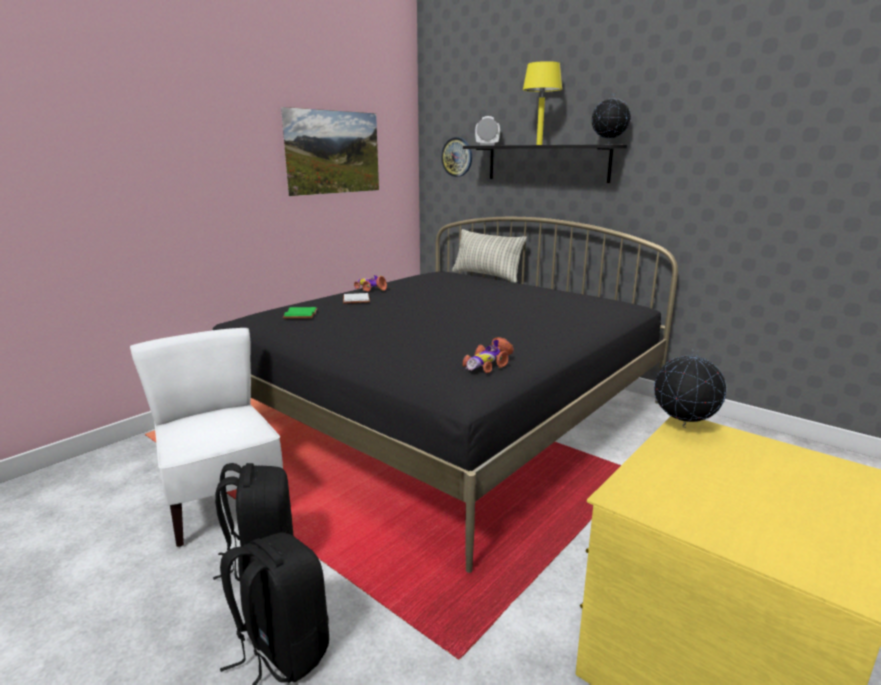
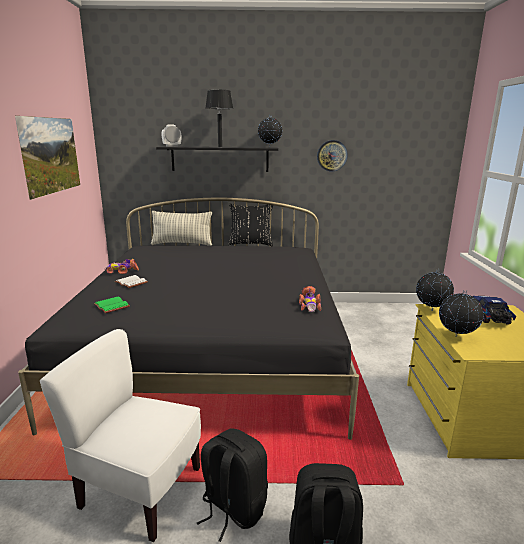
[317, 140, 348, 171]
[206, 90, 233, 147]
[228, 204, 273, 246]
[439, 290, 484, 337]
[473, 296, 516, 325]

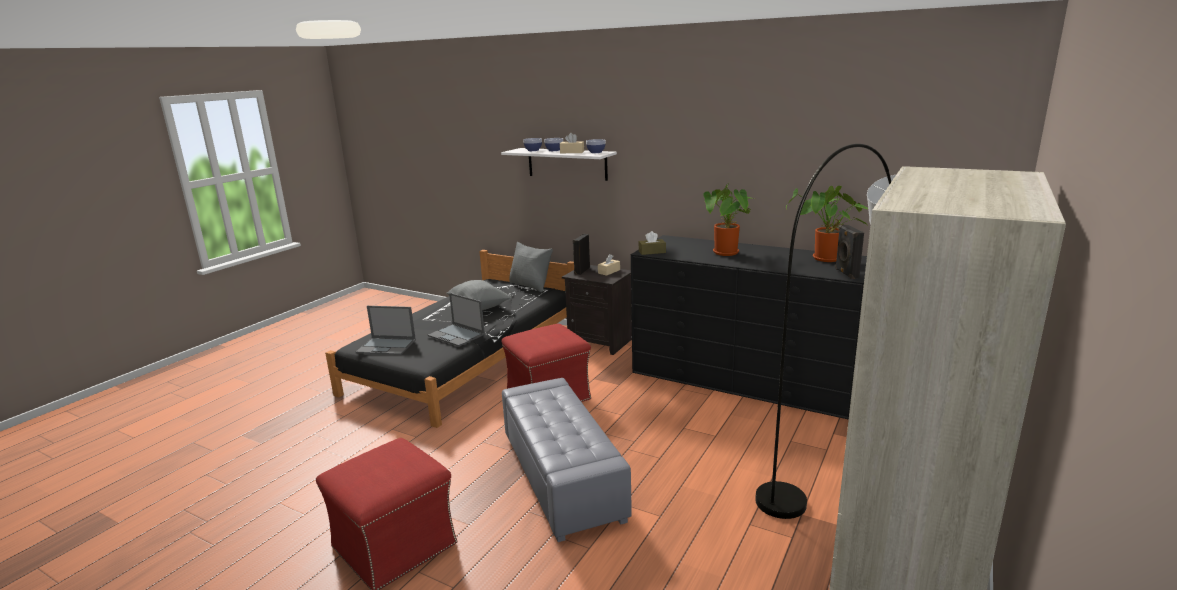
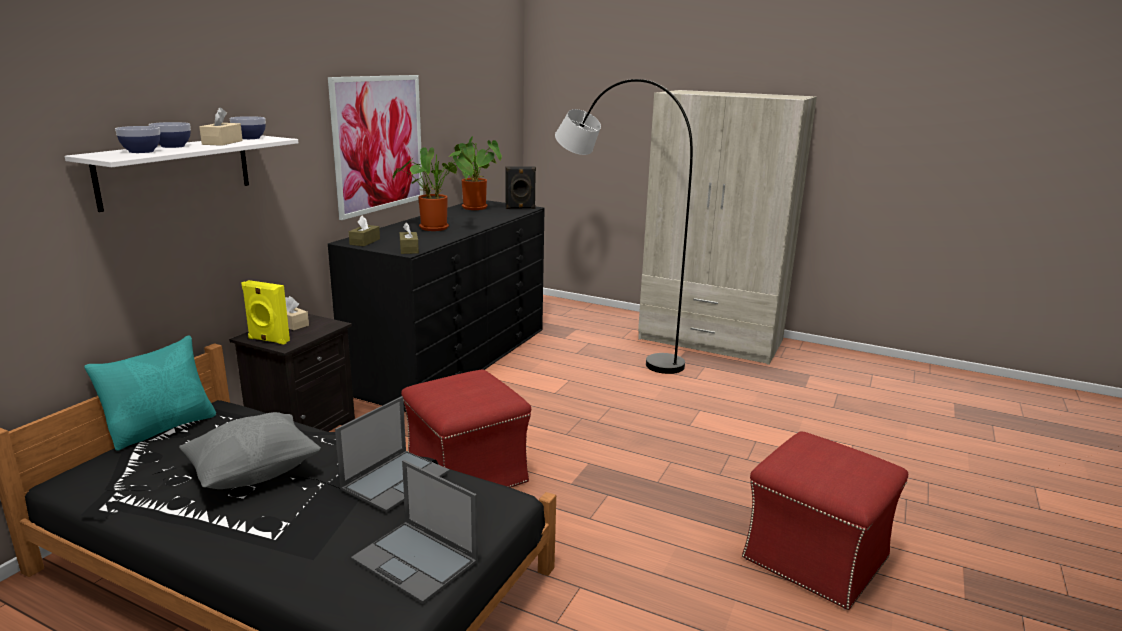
[351, 460, 478, 604]
[502, 378, 632, 542] (first image)
[84, 335, 216, 451]
[241, 280, 290, 345]
[328, 75, 423, 220]
[349, 215, 380, 246]

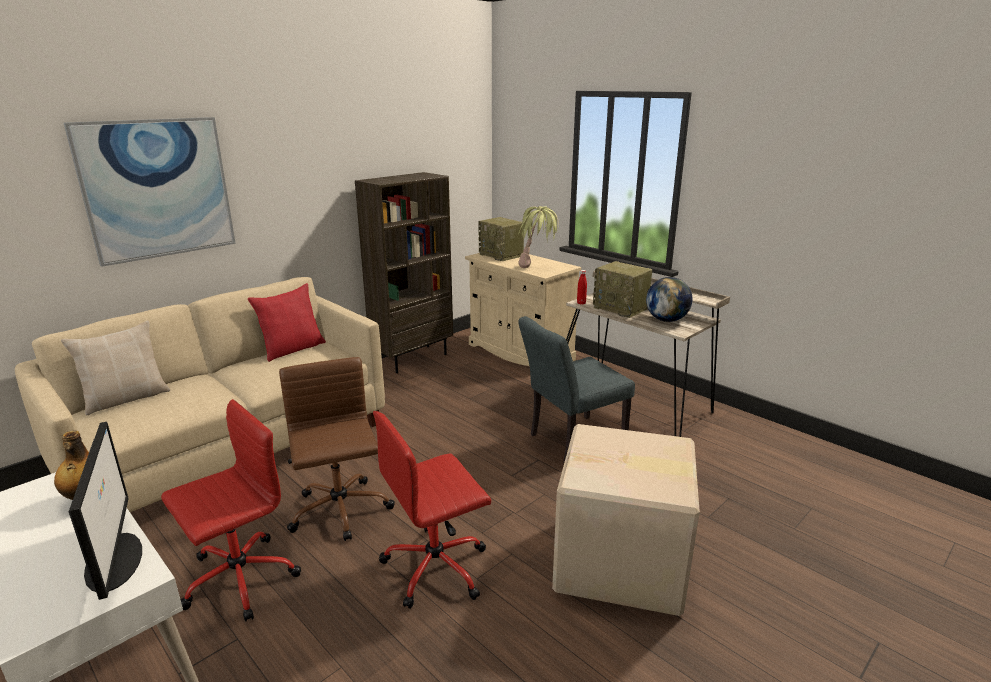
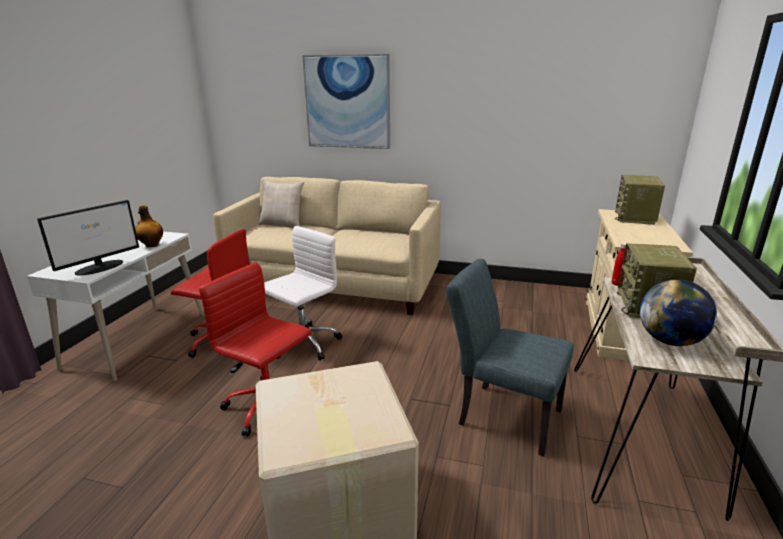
[248, 283, 326, 362] (first image)
[264, 226, 342, 360]
[355, 172, 453, 373] (first image)
[519, 206, 559, 268] (first image)

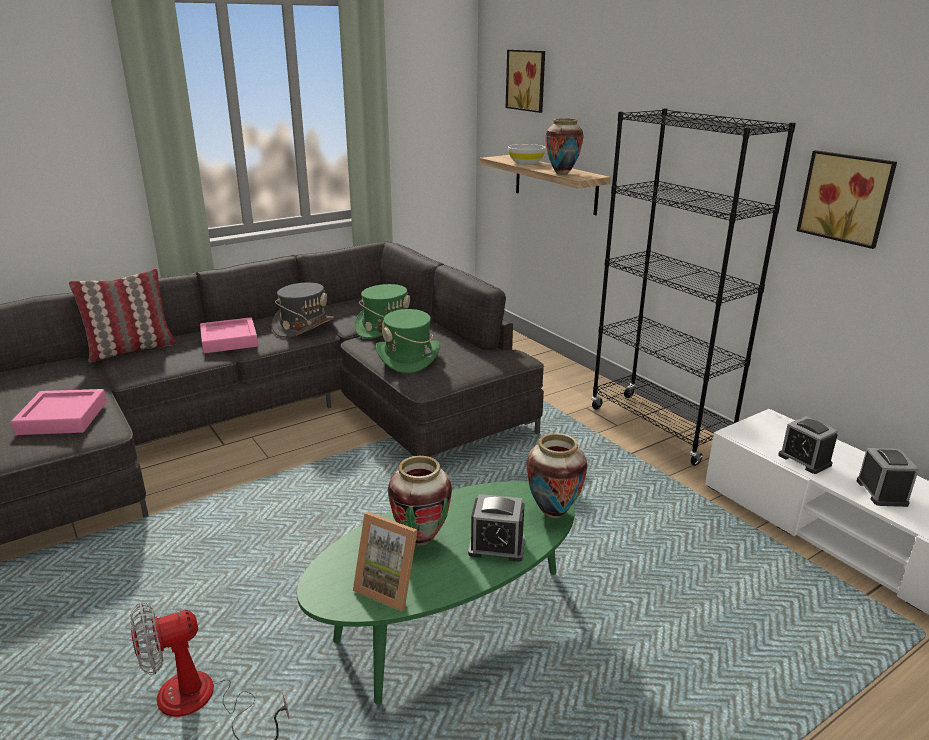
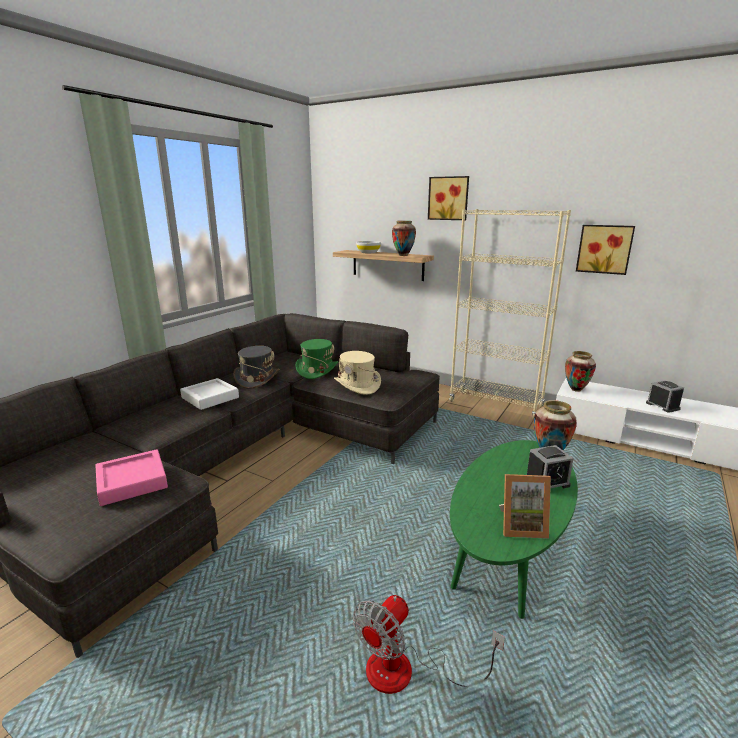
[69, 268, 176, 362] (first image)
[180, 378, 239, 410]
[334, 351, 381, 395]
[565, 351, 596, 392]
[428, 176, 469, 220]
[449, 209, 571, 420]
[778, 416, 838, 474] (first image)

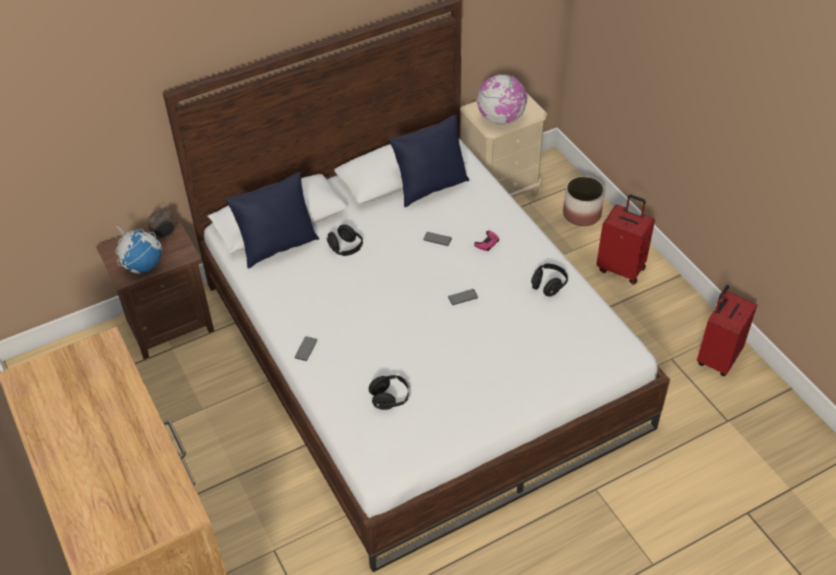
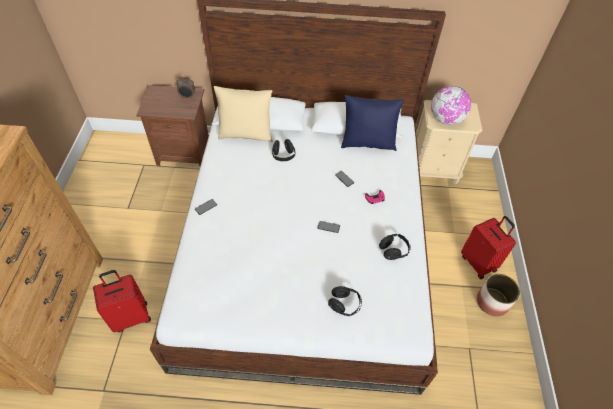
[116, 226, 162, 274] (first image)
[214, 86, 273, 142]
[328, 286, 362, 316]
[477, 274, 520, 317]
[93, 270, 151, 332]

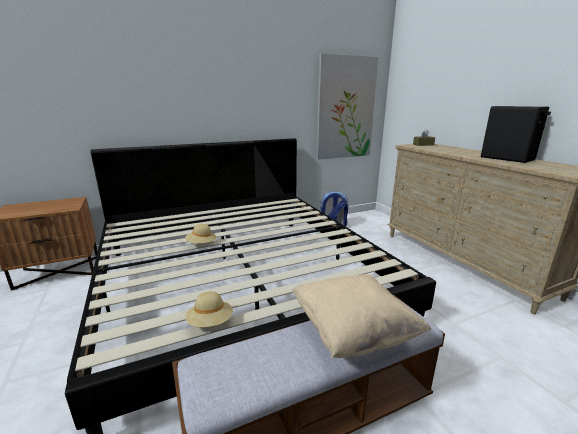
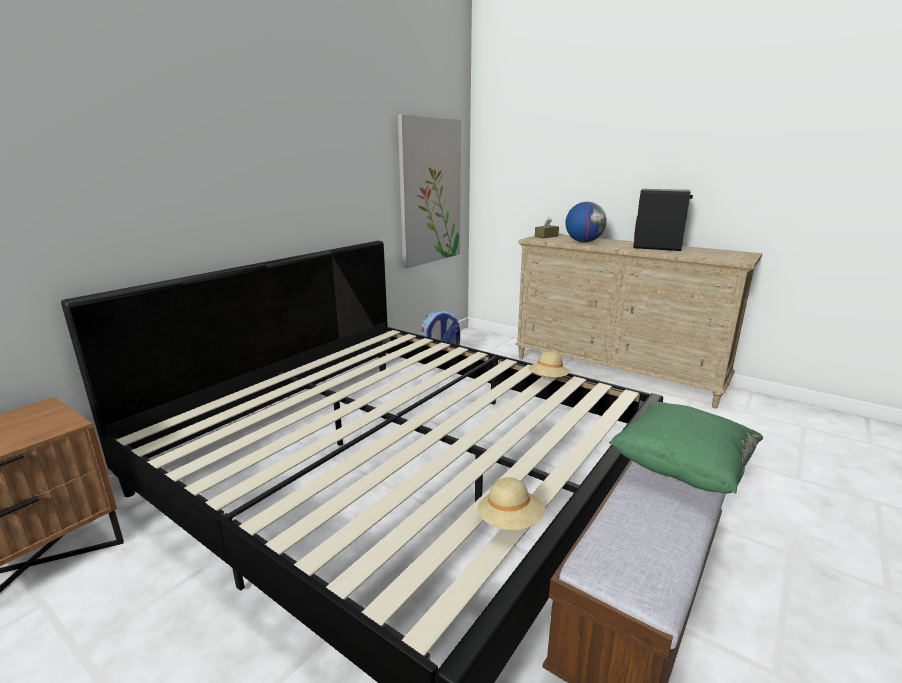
[529, 352, 569, 377]
[609, 402, 763, 494]
[565, 202, 607, 242]

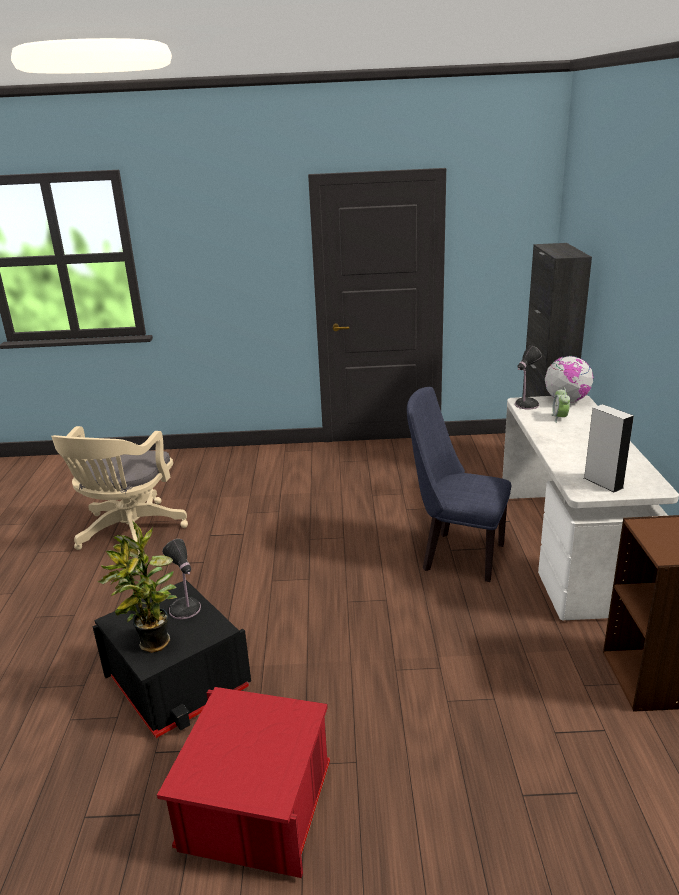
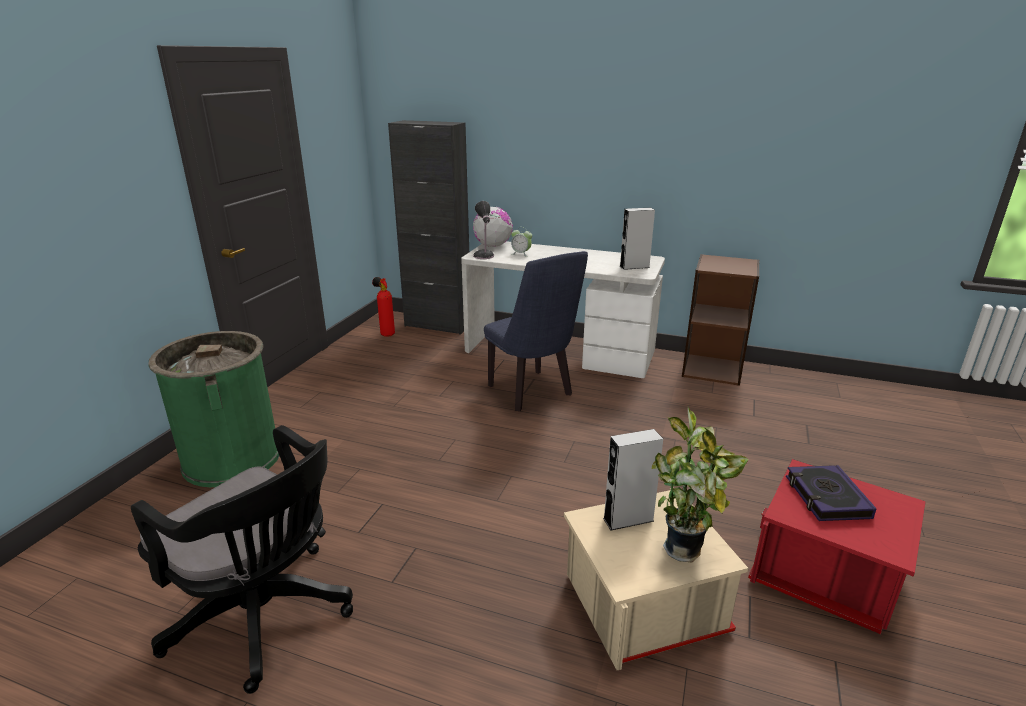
[131, 425, 353, 694]
[564, 487, 748, 670]
[603, 429, 663, 530]
[484, 251, 588, 411]
[148, 331, 279, 487]
[372, 277, 395, 337]
[786, 465, 877, 521]

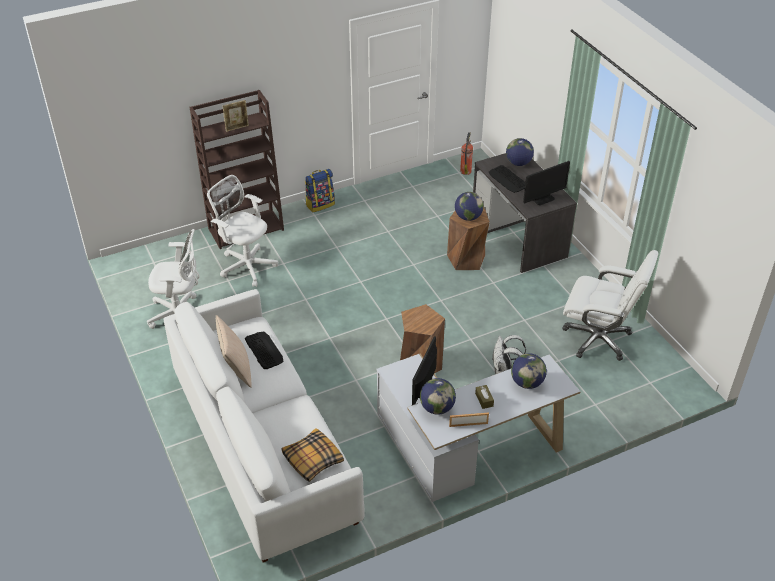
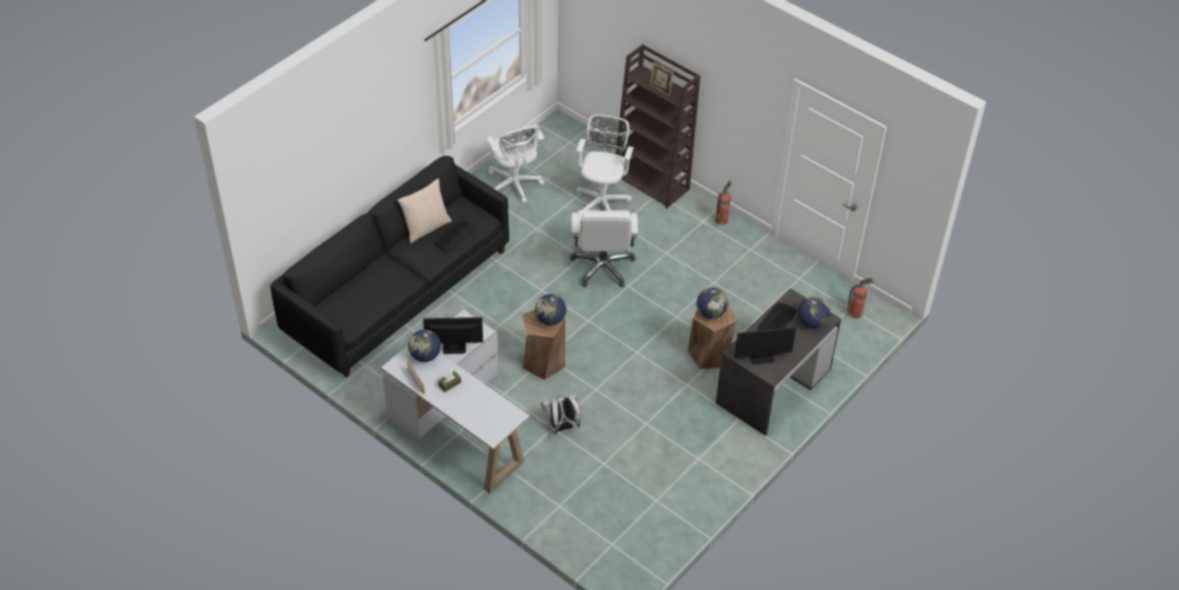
[270, 156, 509, 378]
[281, 428, 344, 482] (first image)
[715, 181, 732, 225]
[535, 294, 566, 325]
[734, 327, 796, 364]
[570, 210, 638, 287]

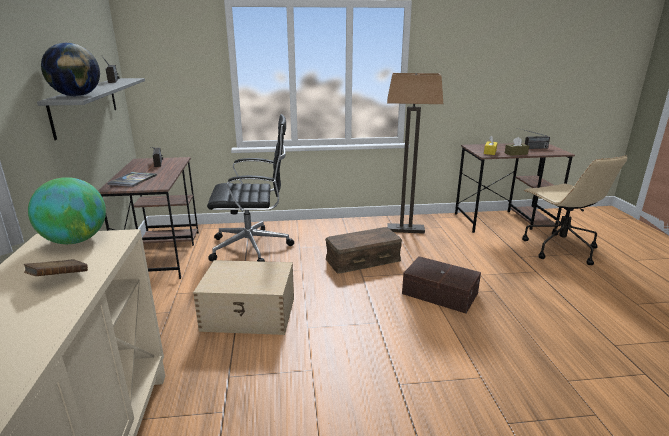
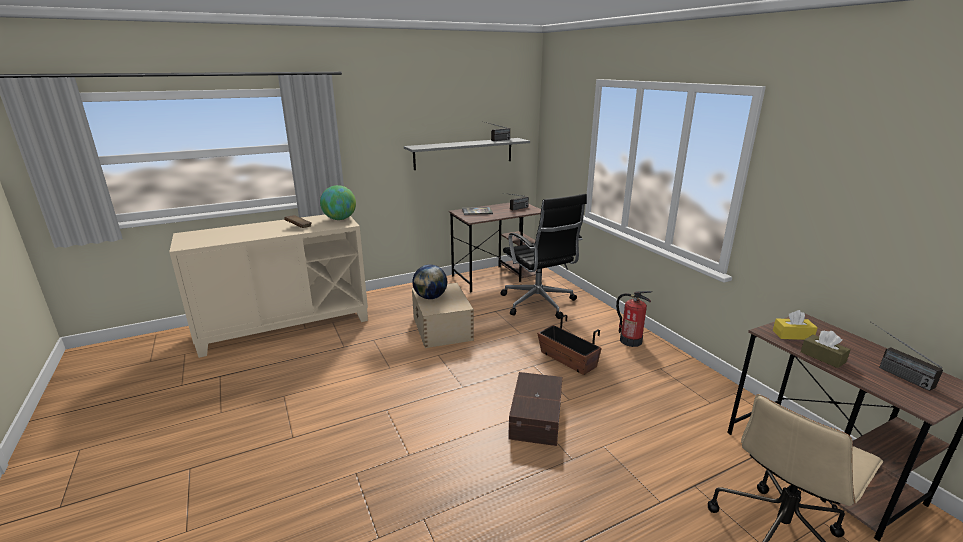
[412, 264, 447, 299]
[537, 315, 602, 375]
[387, 73, 443, 234] (first image)
[616, 291, 652, 347]

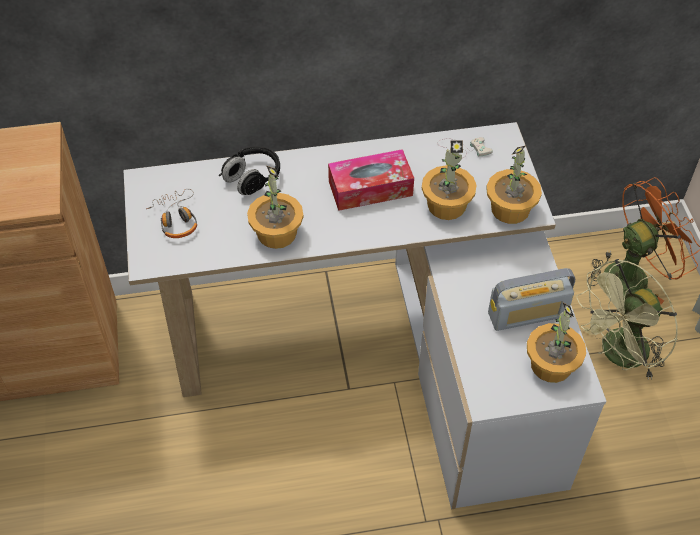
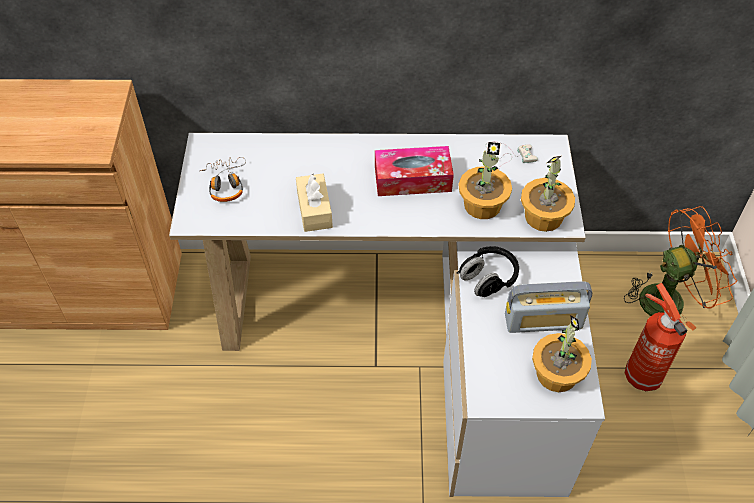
[456, 246, 519, 297]
[296, 174, 333, 232]
[625, 283, 688, 391]

